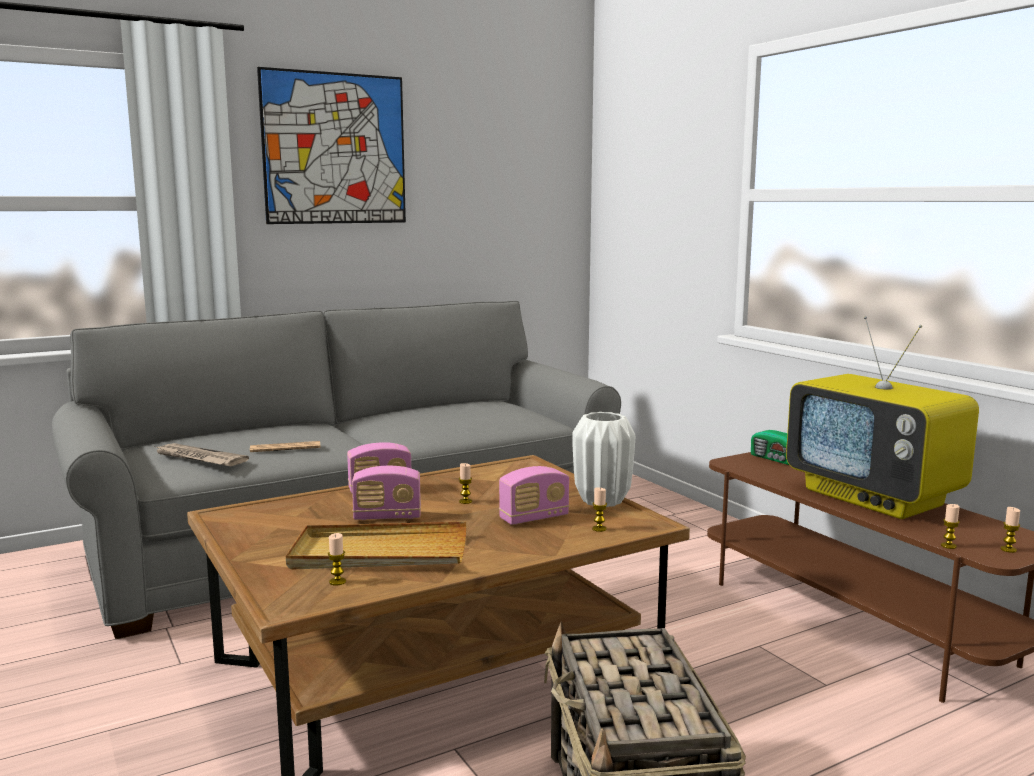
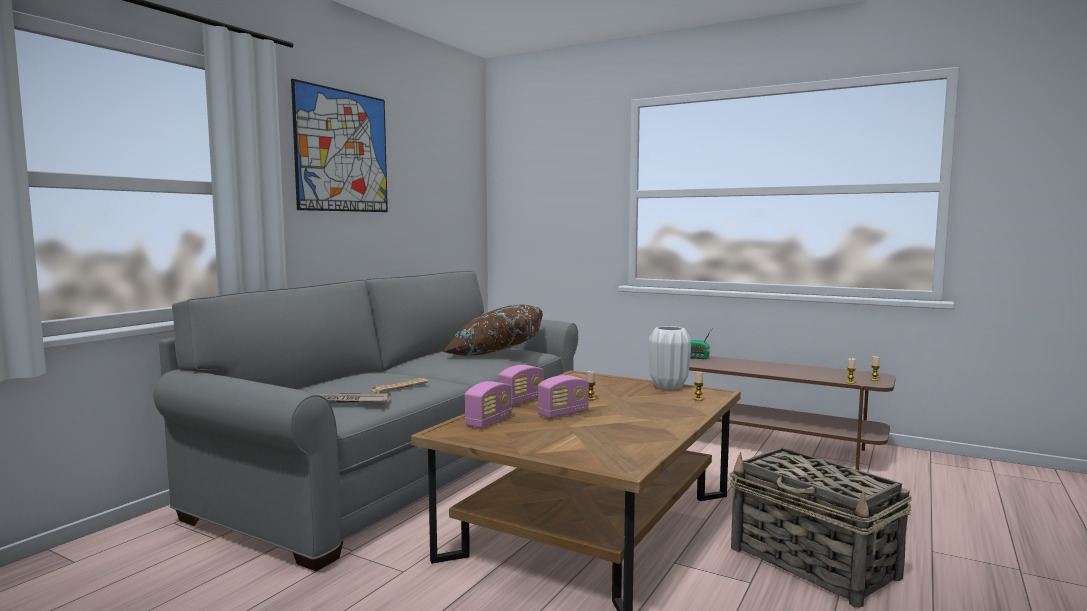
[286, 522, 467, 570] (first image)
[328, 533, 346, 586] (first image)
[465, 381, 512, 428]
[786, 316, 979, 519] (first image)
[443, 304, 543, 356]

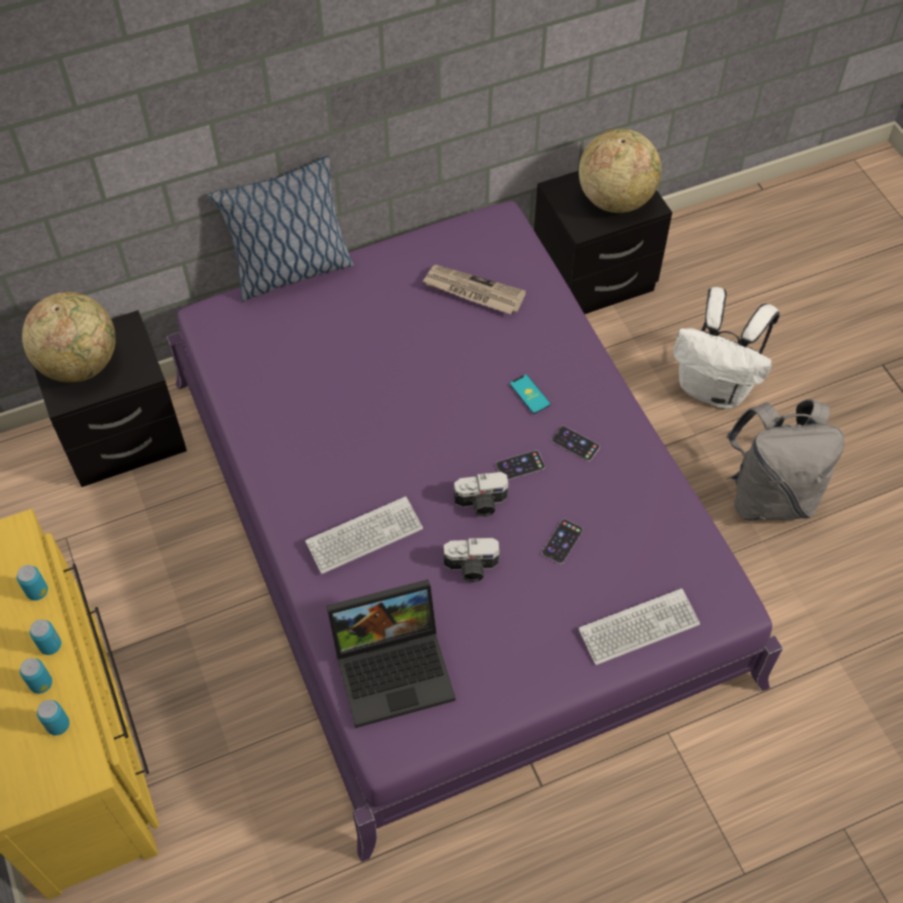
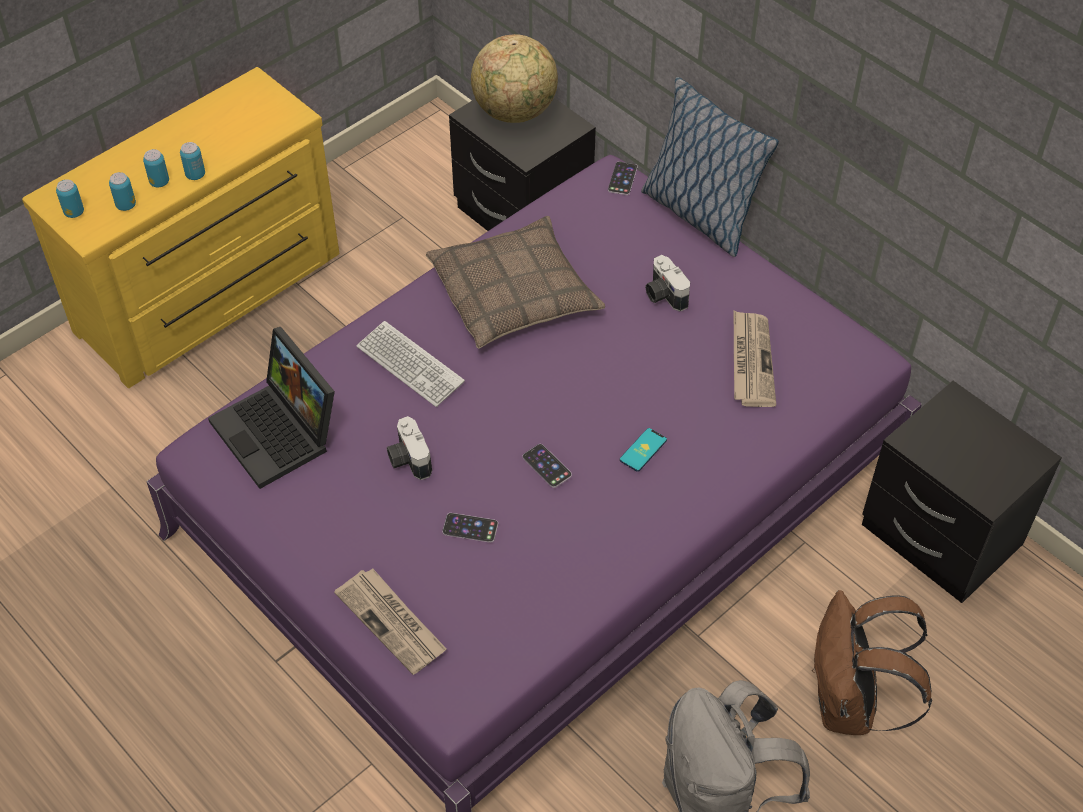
[56, 179, 84, 218]
[645, 255, 690, 312]
[608, 161, 638, 195]
[334, 568, 447, 675]
[579, 129, 661, 213] (first image)
[812, 590, 932, 735]
[426, 216, 605, 349]

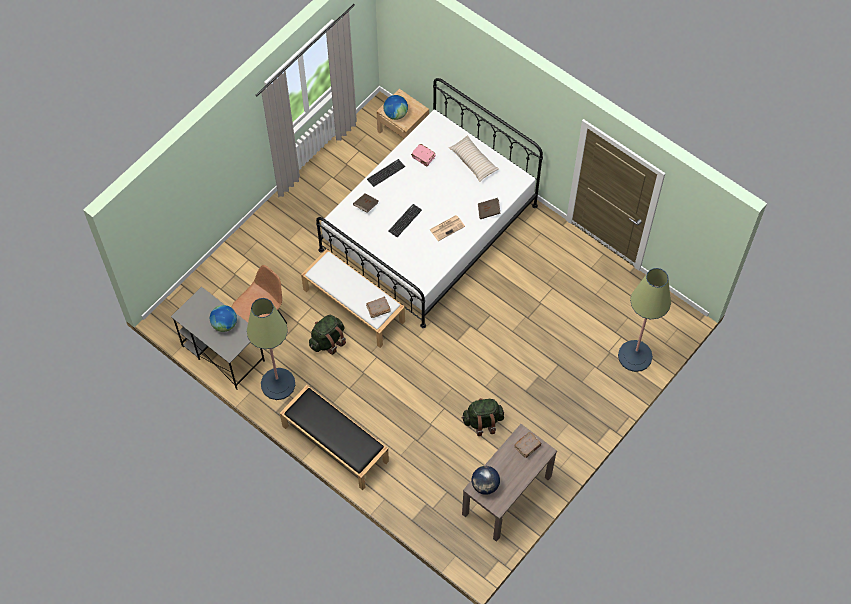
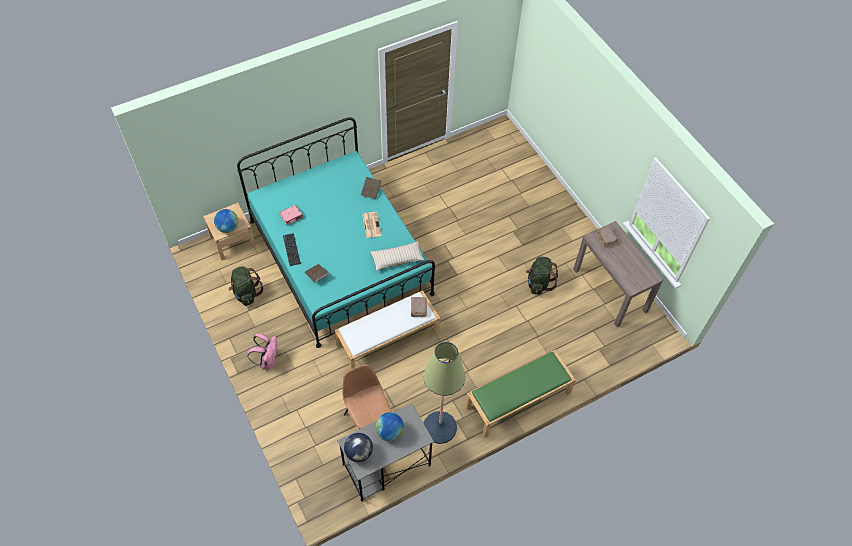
[465, 350, 576, 438]
[229, 266, 263, 306]
[237, 117, 435, 348]
[389, 204, 422, 237] (first image)
[370, 241, 424, 271]
[344, 433, 373, 462]
[618, 268, 671, 372] (first image)
[247, 333, 277, 369]

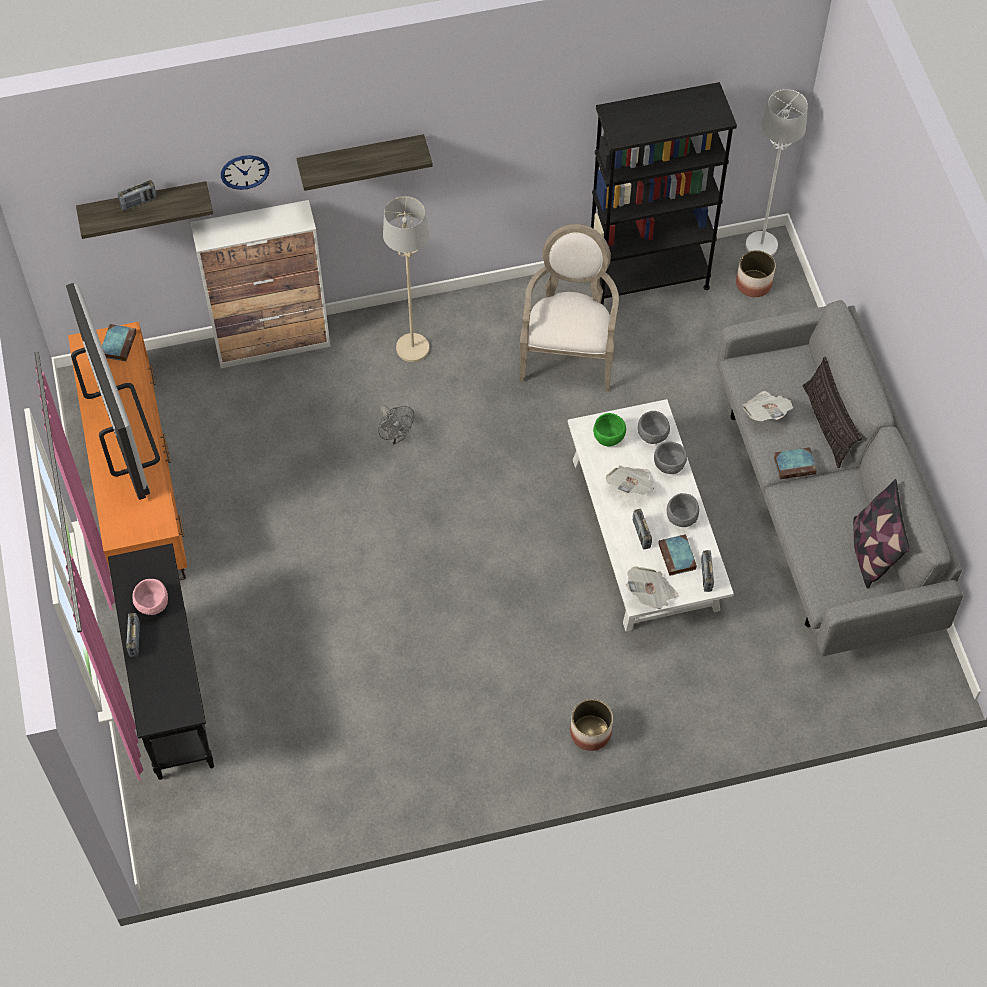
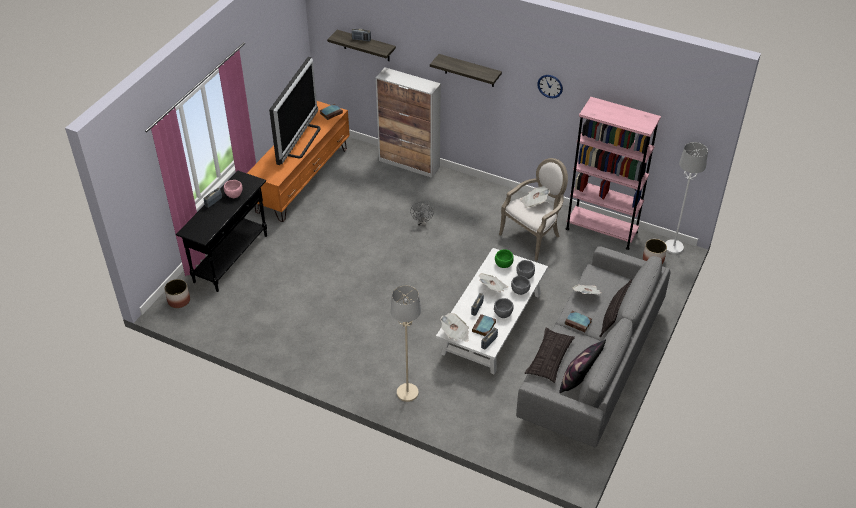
[537, 75, 563, 98]
[391, 285, 421, 402]
[164, 279, 190, 308]
[566, 97, 661, 250]
[520, 186, 550, 208]
[525, 328, 575, 383]

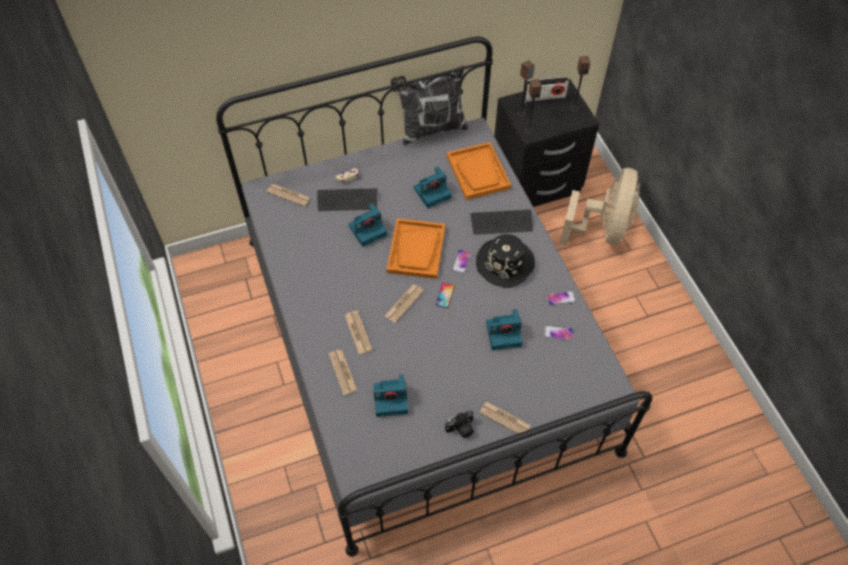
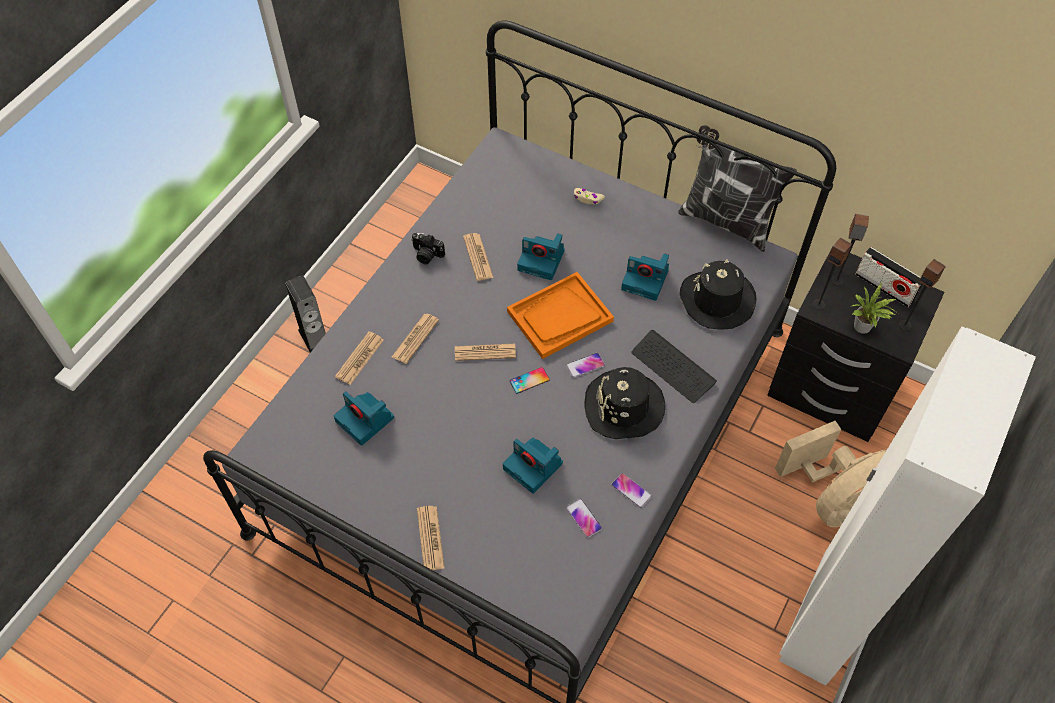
[463, 233, 494, 281]
[317, 188, 377, 211] (first image)
[411, 233, 445, 264]
[680, 260, 756, 330]
[285, 275, 326, 352]
[779, 326, 1036, 686]
[852, 283, 898, 334]

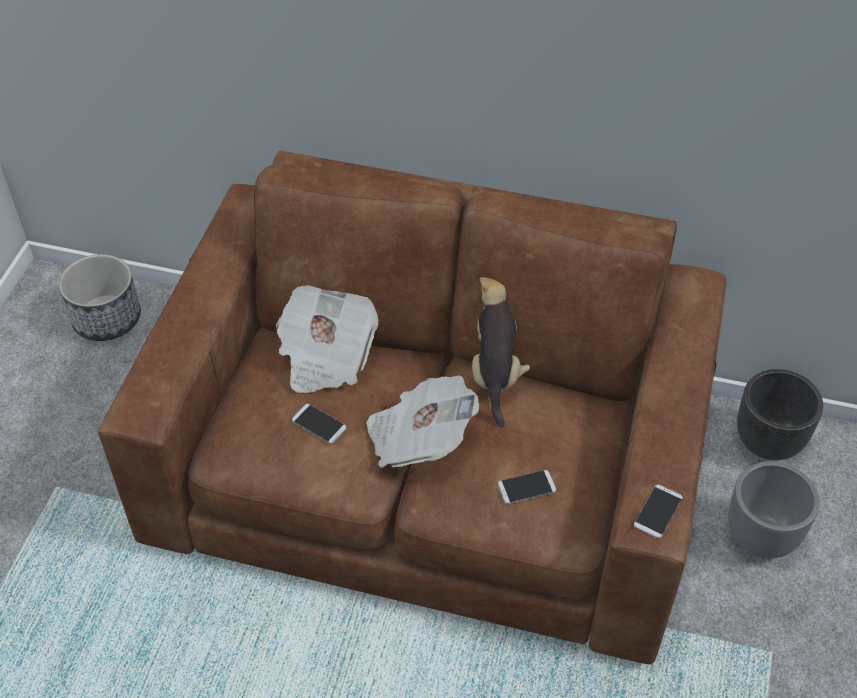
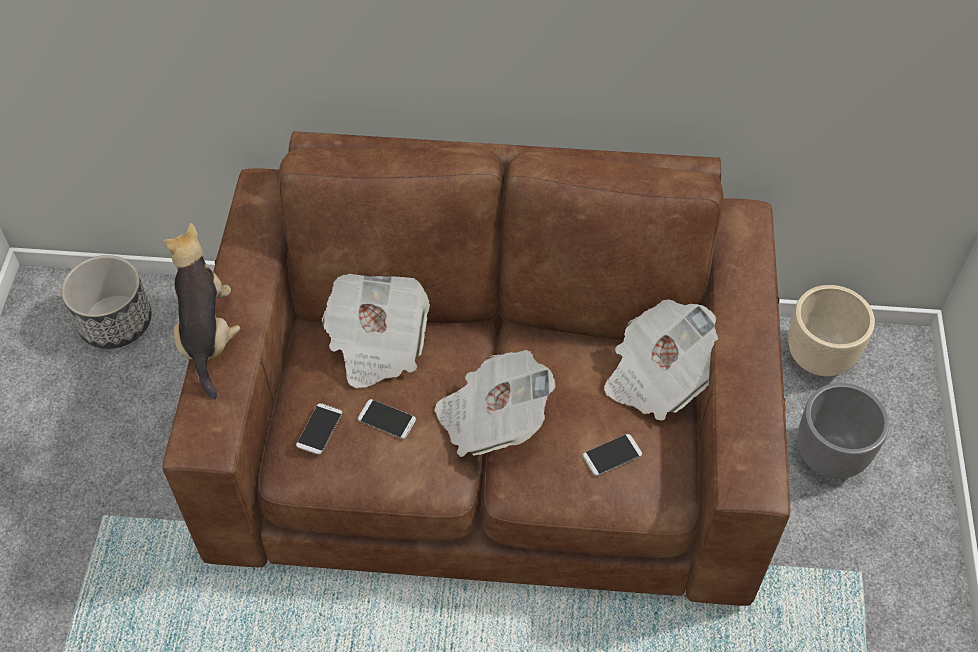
[163, 223, 240, 399]
[296, 403, 342, 455]
[788, 285, 875, 376]
[604, 299, 718, 421]

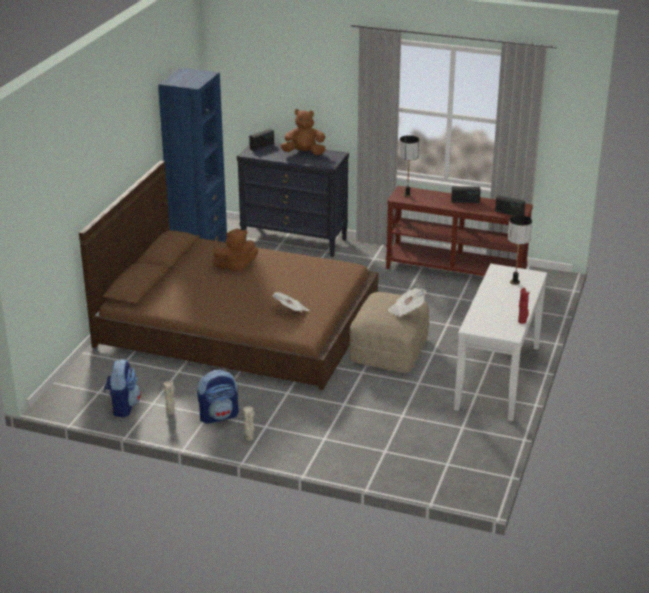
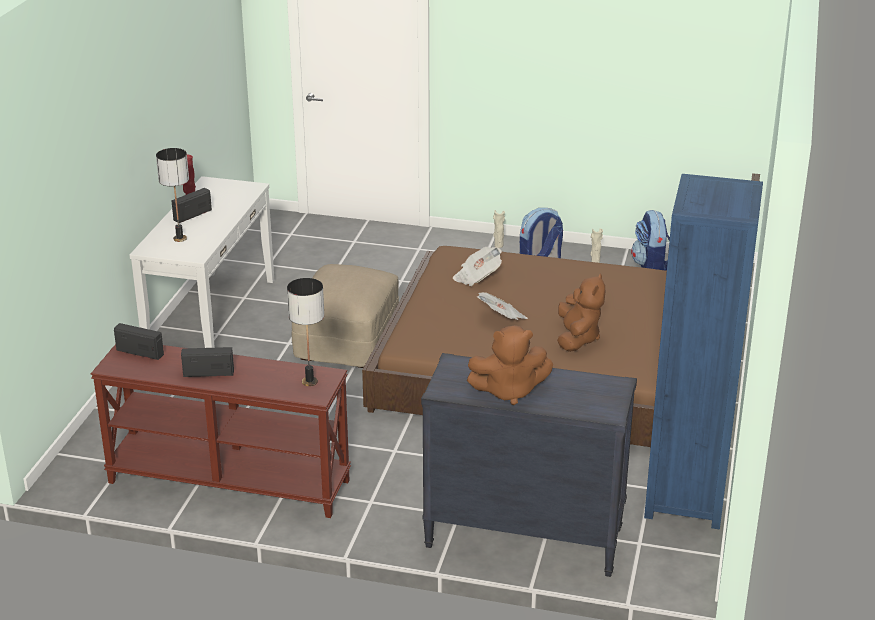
[557, 273, 605, 352]
[172, 188, 212, 223]
[477, 292, 528, 320]

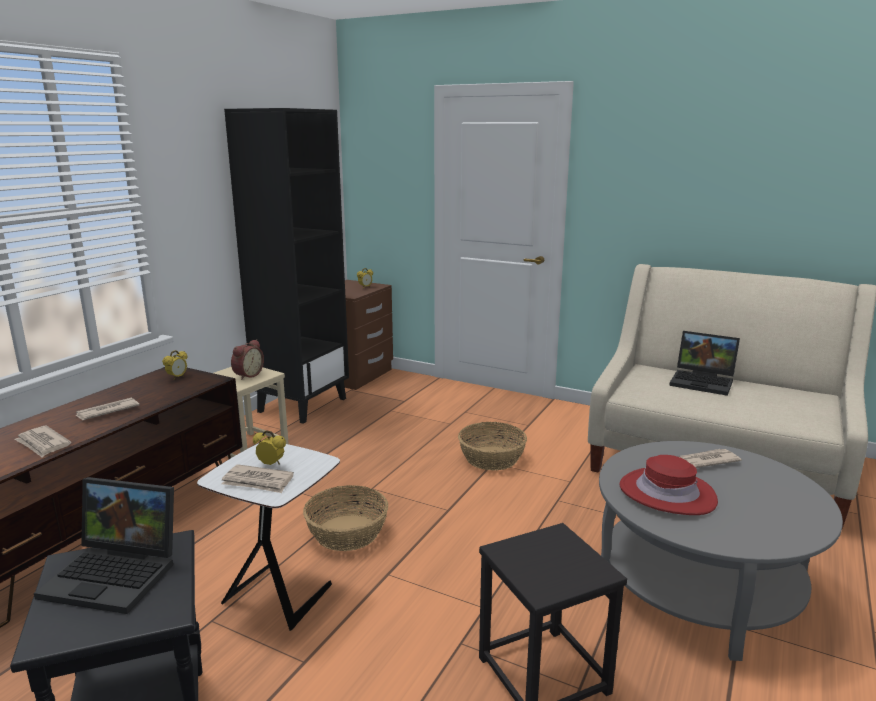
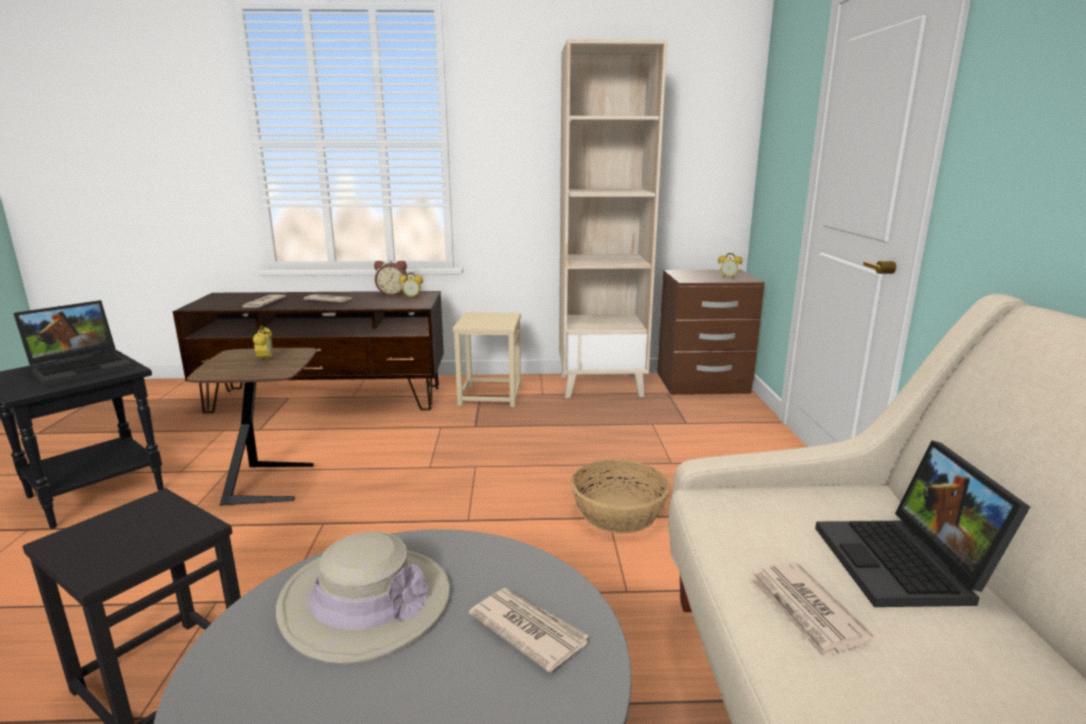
[13, 300, 133, 387]
[187, 348, 316, 506]
[748, 562, 873, 660]
[559, 39, 667, 398]
[374, 261, 408, 296]
[303, 485, 388, 551] (first image)
[276, 531, 450, 665]

